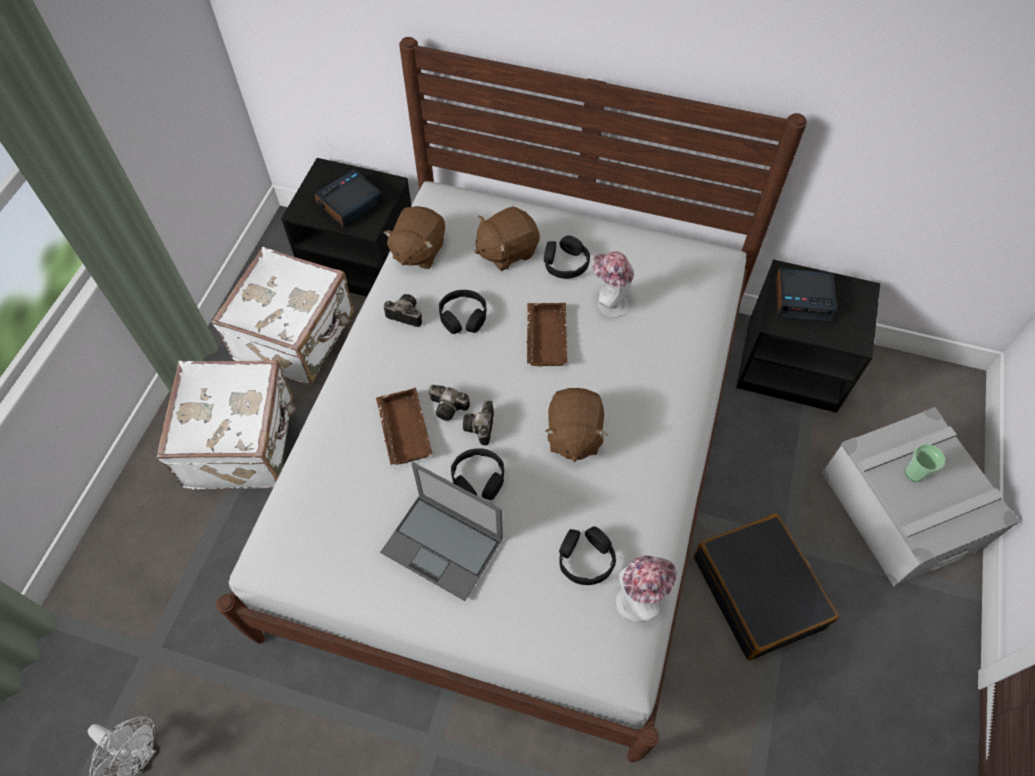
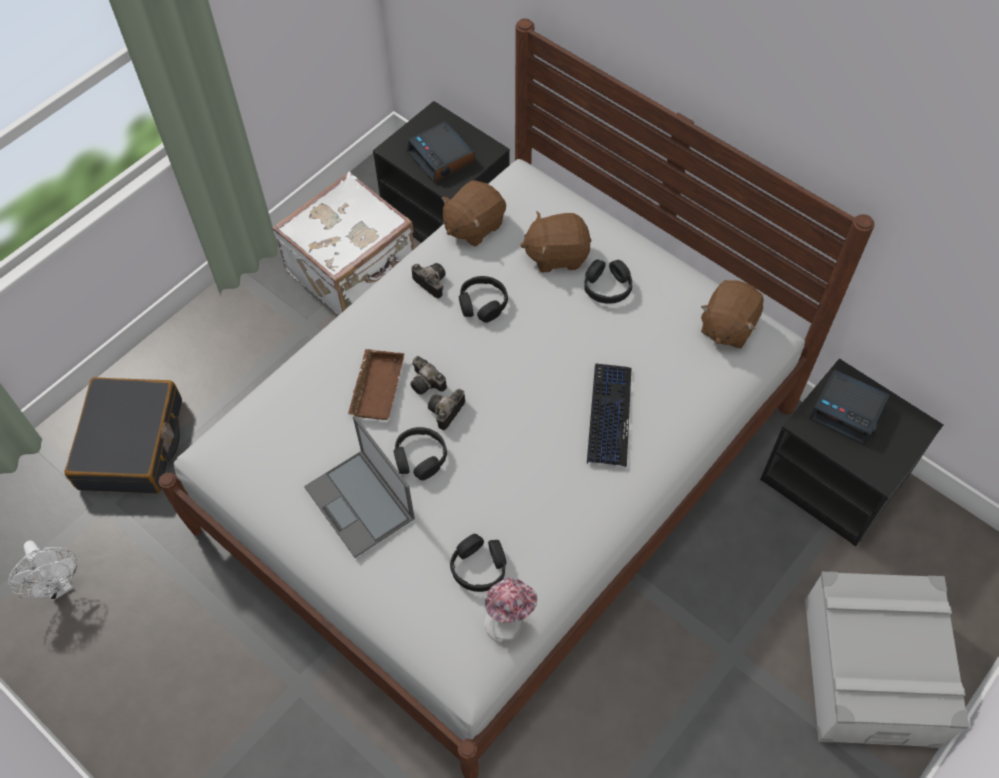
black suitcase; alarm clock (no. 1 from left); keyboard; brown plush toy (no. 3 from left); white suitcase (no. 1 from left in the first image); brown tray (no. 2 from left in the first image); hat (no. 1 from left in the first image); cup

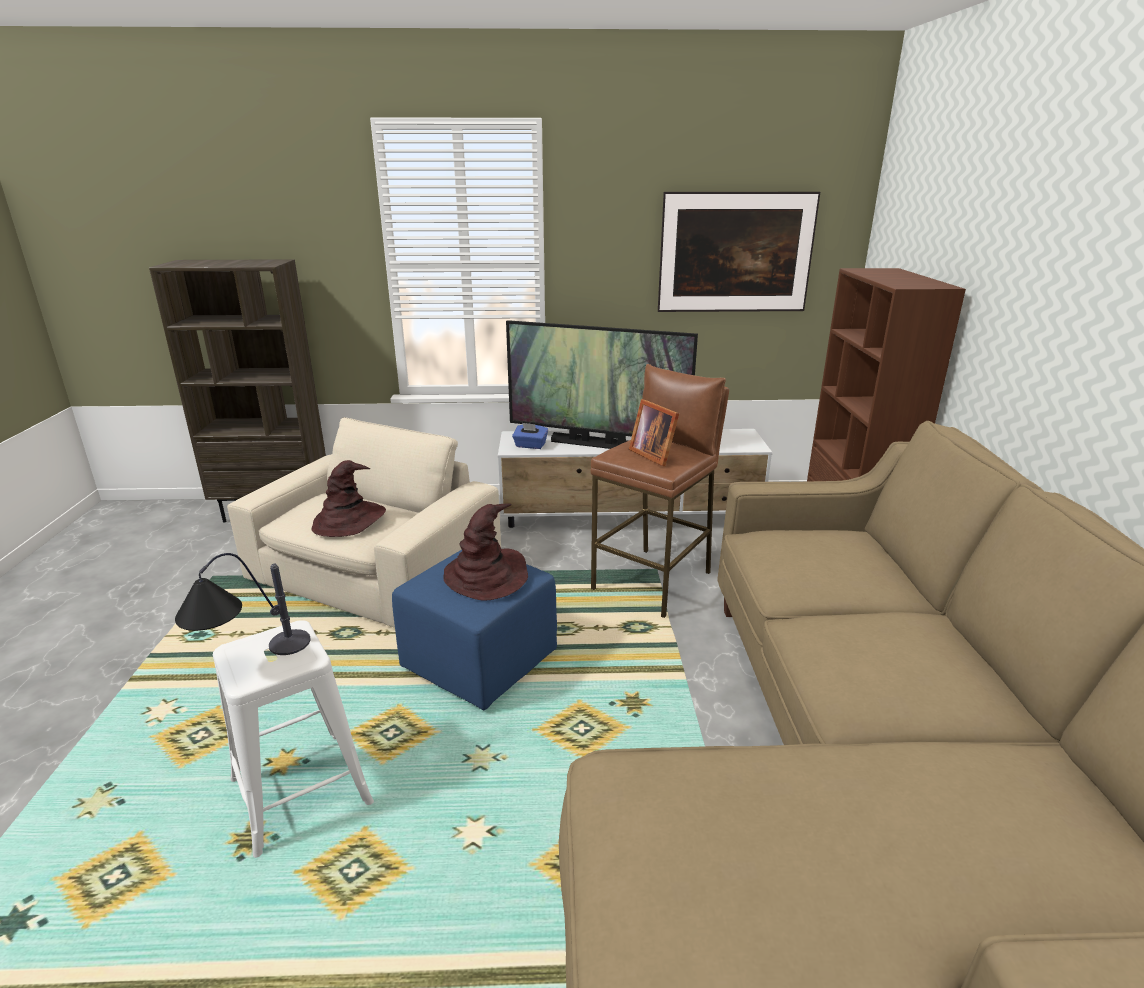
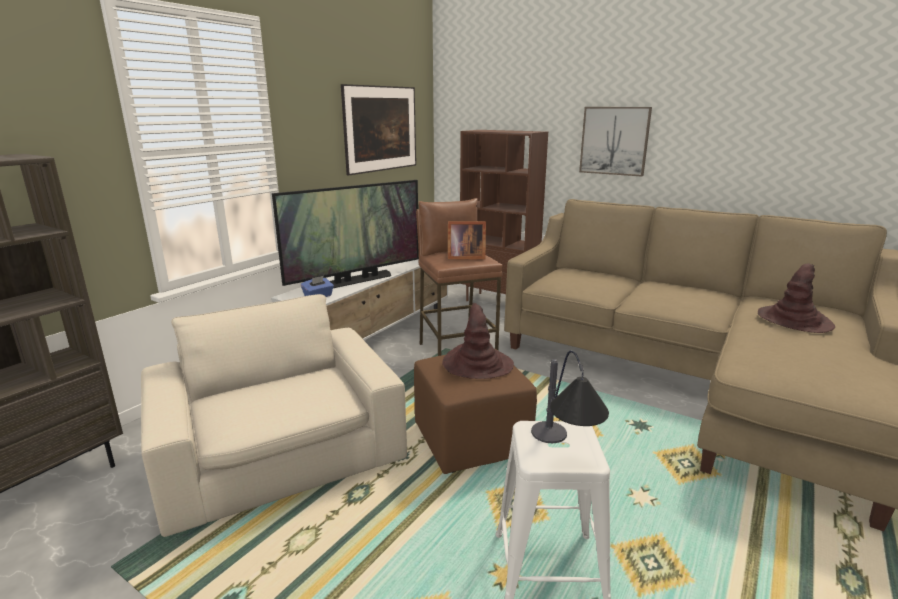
brown ottoman; picture (no. 2 from left); brown hat (no. 2 from left)

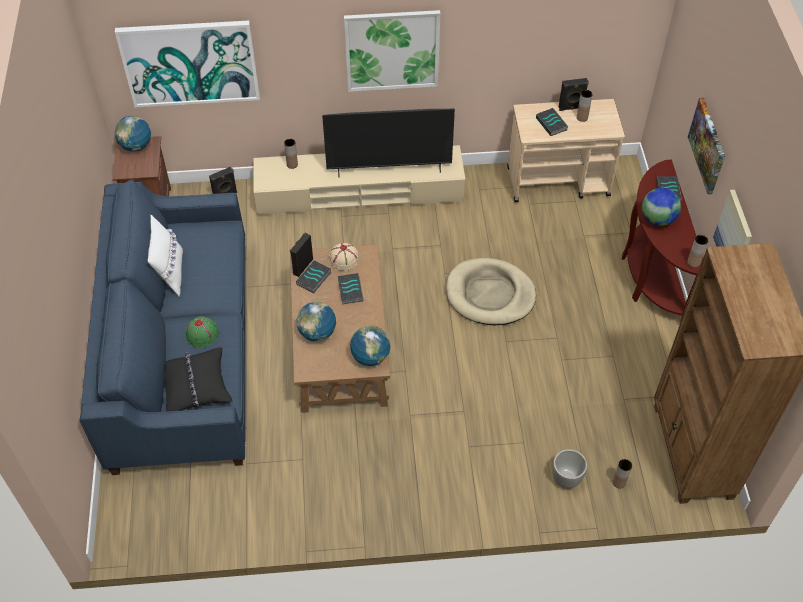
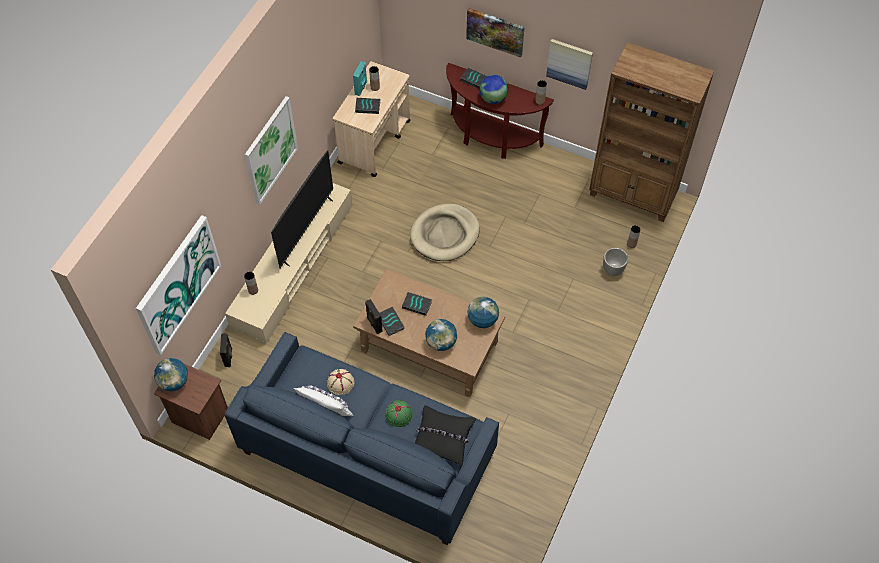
beige hat; turquoise speaker

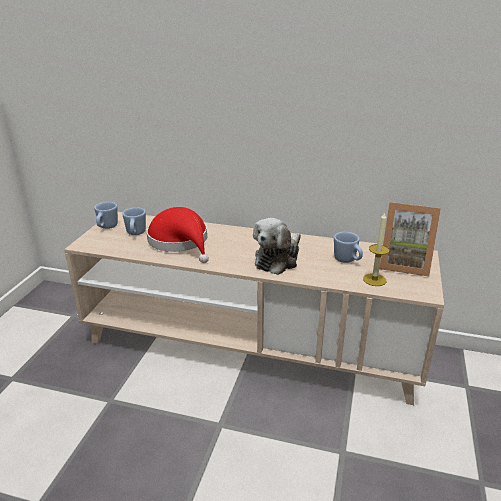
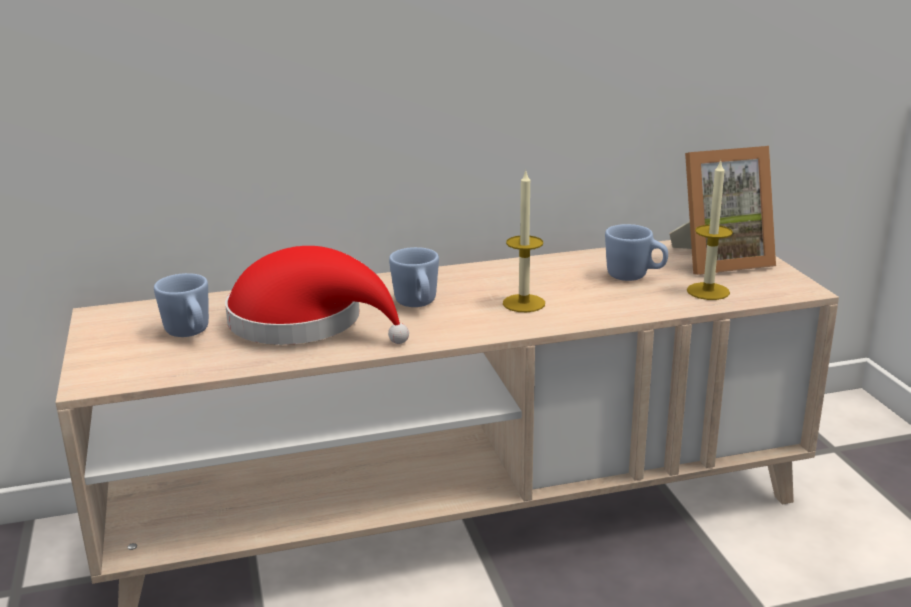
blue mug (no. 2 from left); candle (no. 1 from left)

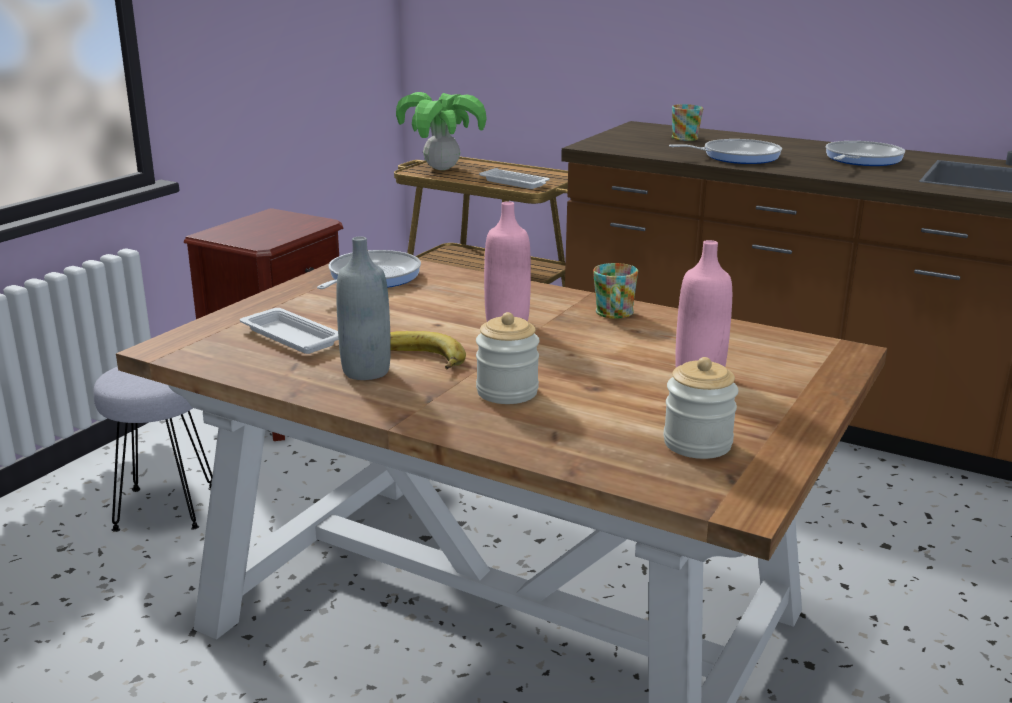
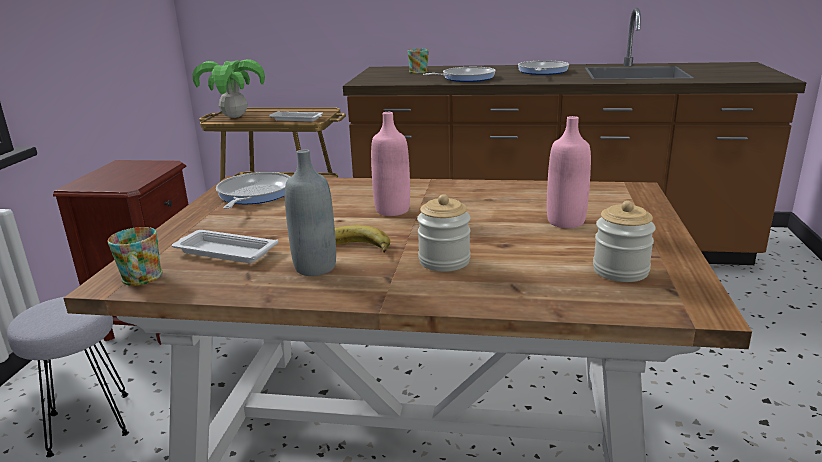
mug (no. 1 from left)

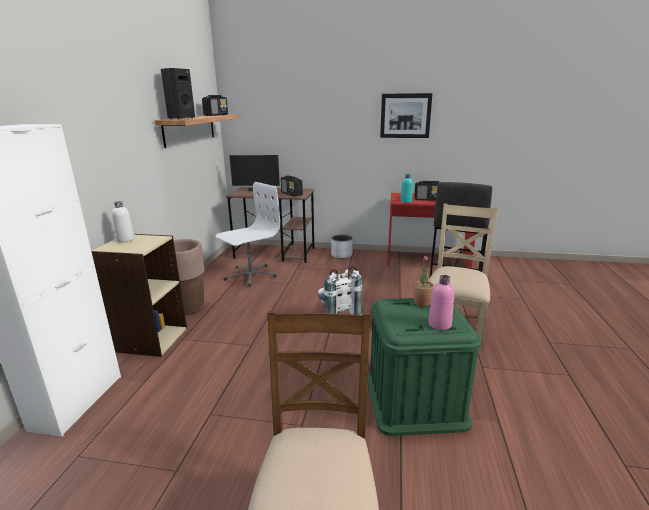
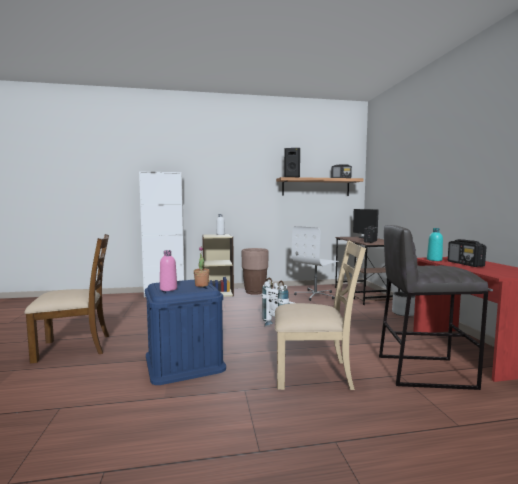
blue storage box; white office chair; picture

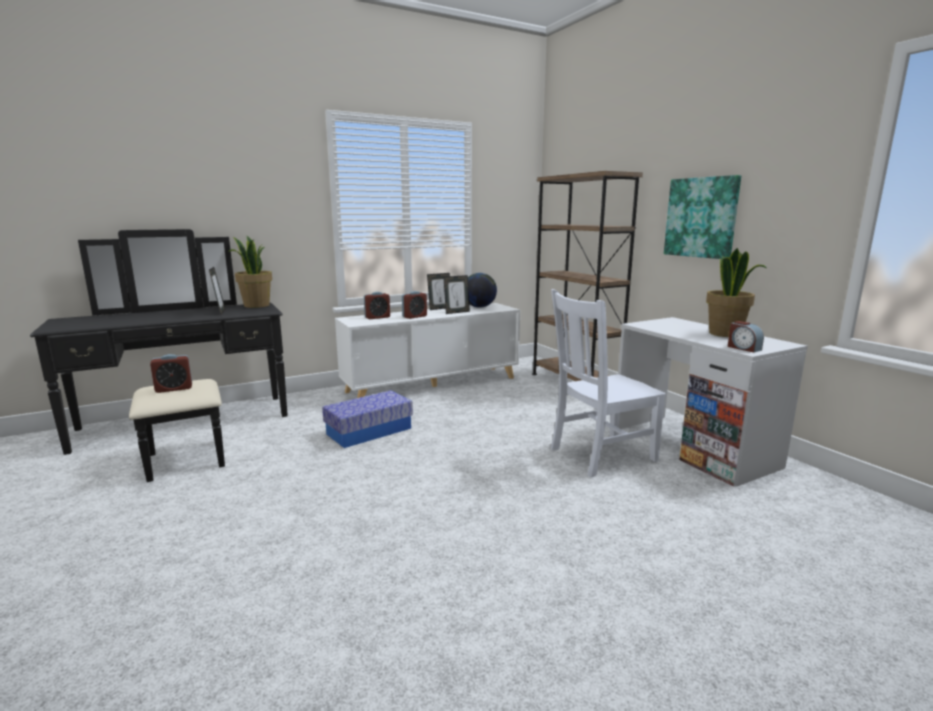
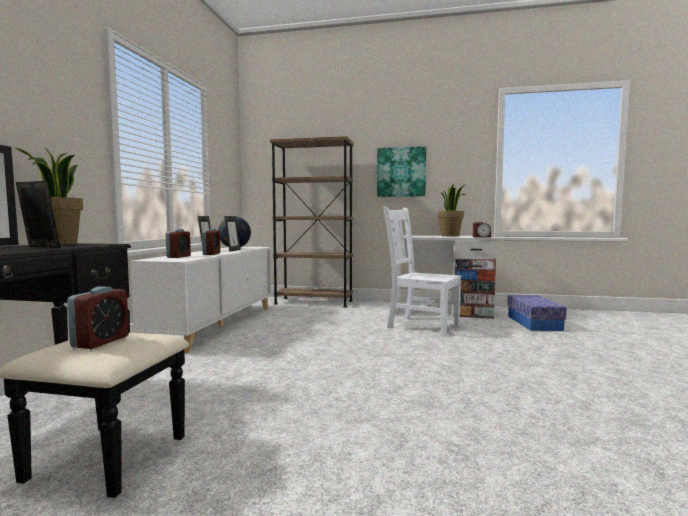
white chair; storage box

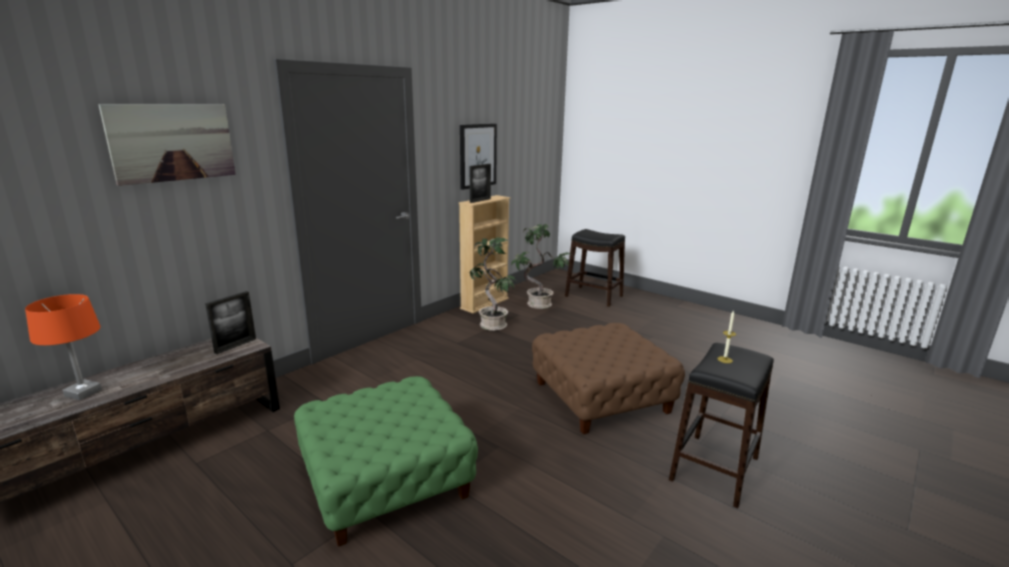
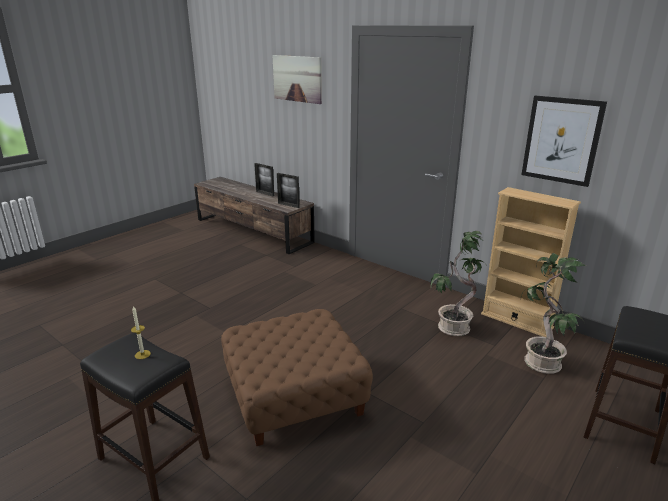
picture frame (no. 1 from left); orange table lamp; green ottoman

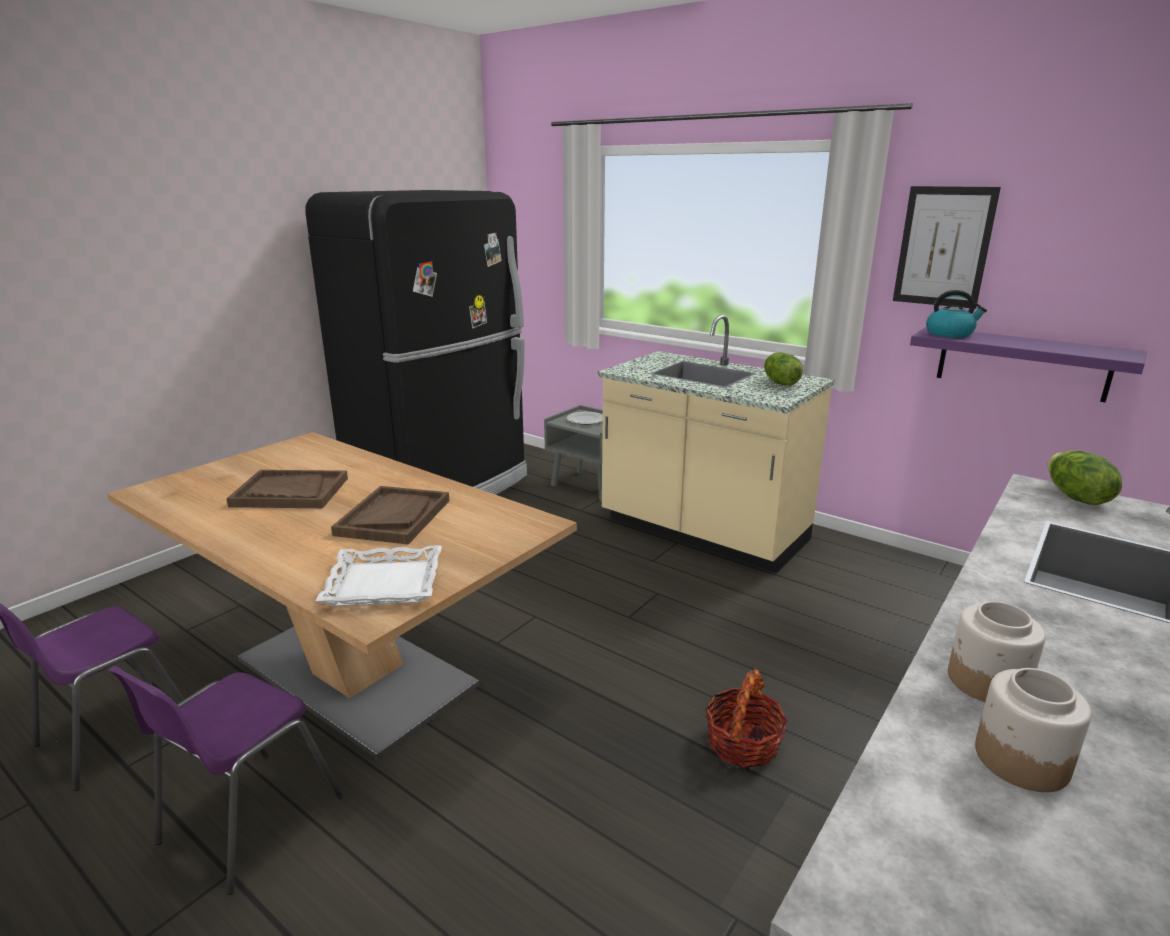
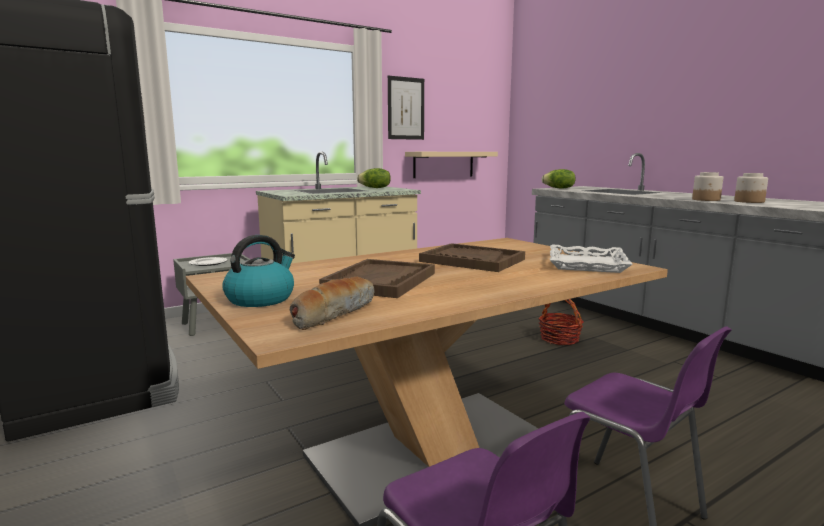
kettle; bread; beige shelf

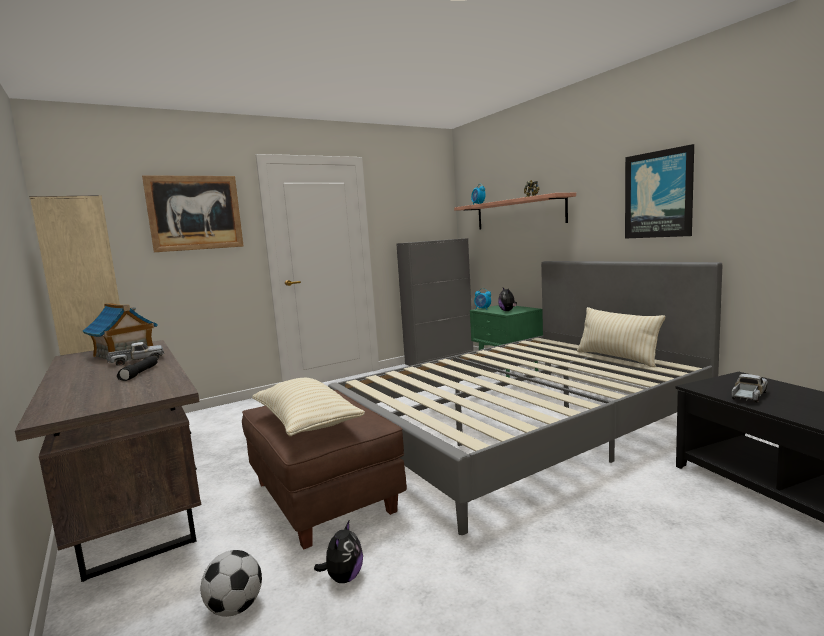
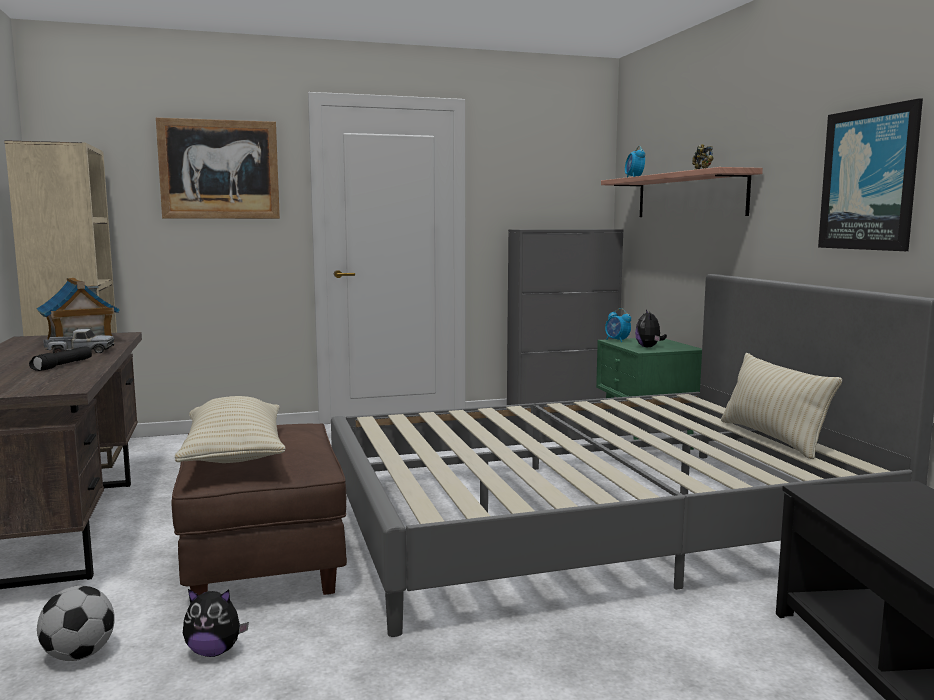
plush toy (no. 1 from left); toy truck (no. 2 from left in the first image)

